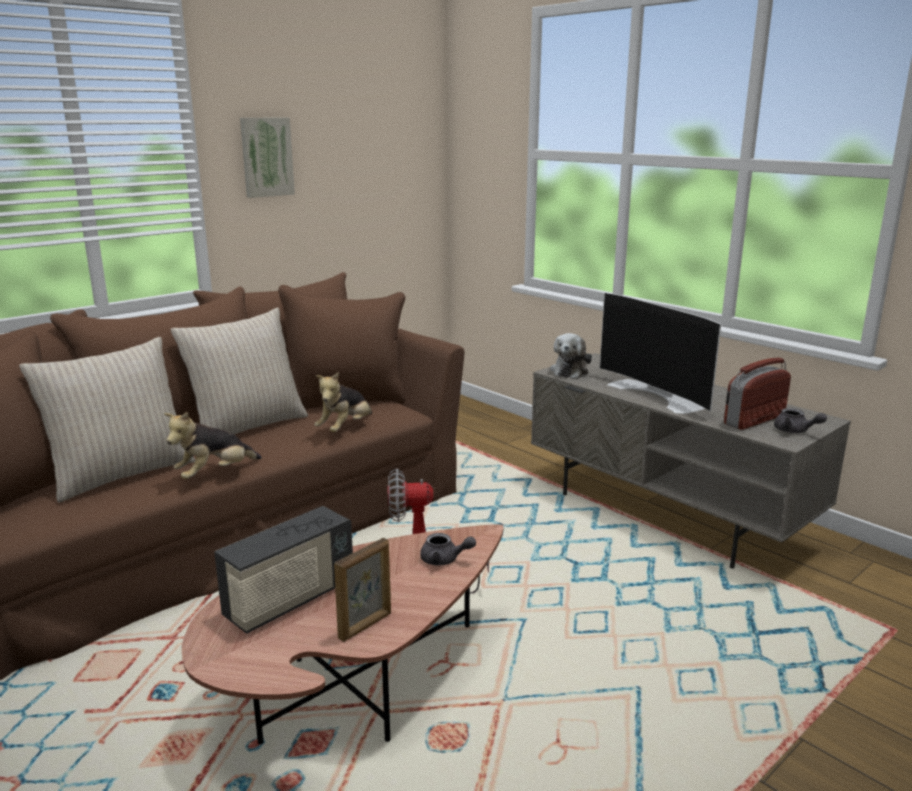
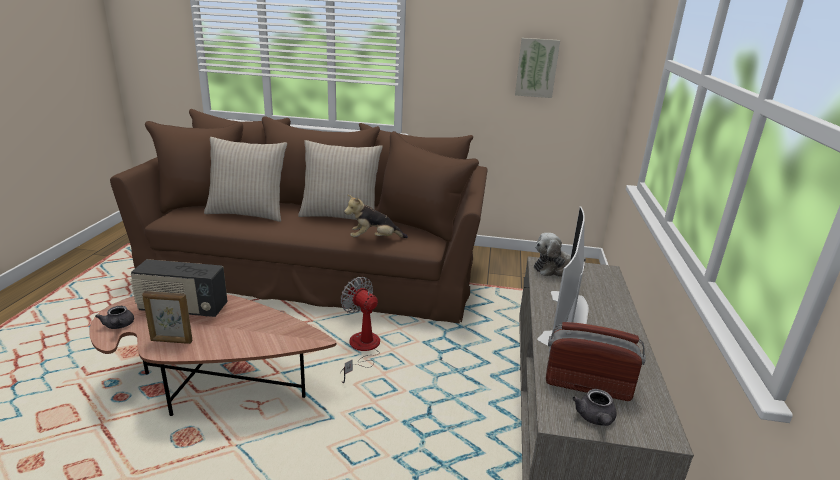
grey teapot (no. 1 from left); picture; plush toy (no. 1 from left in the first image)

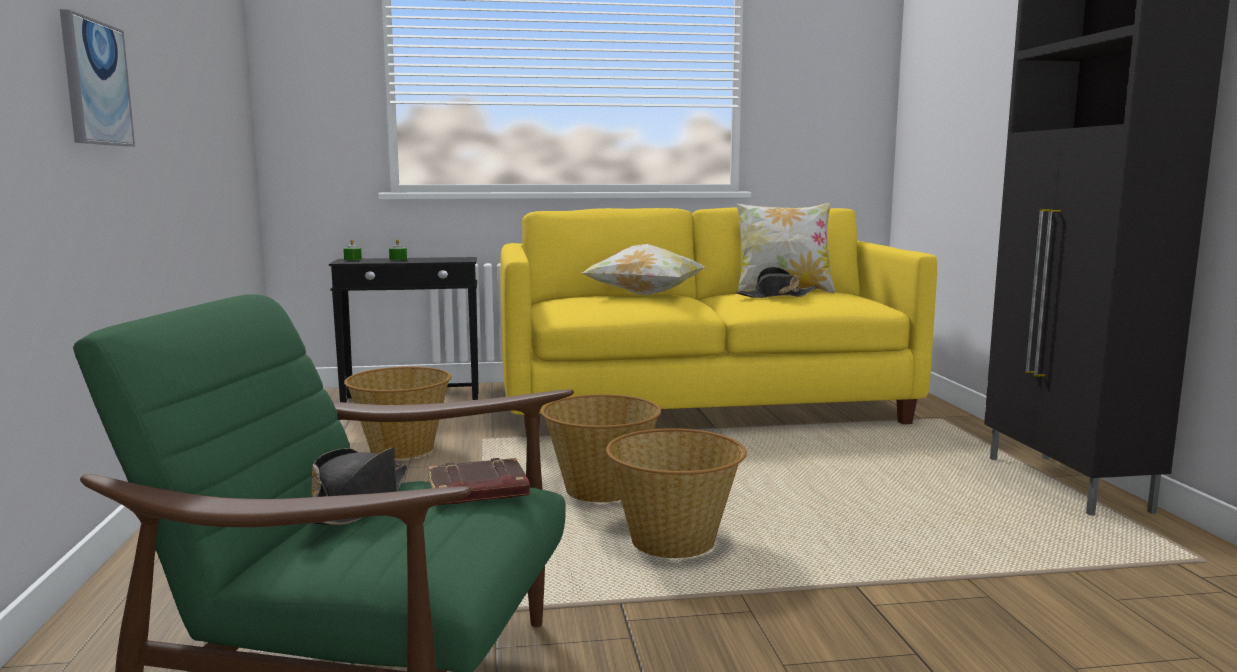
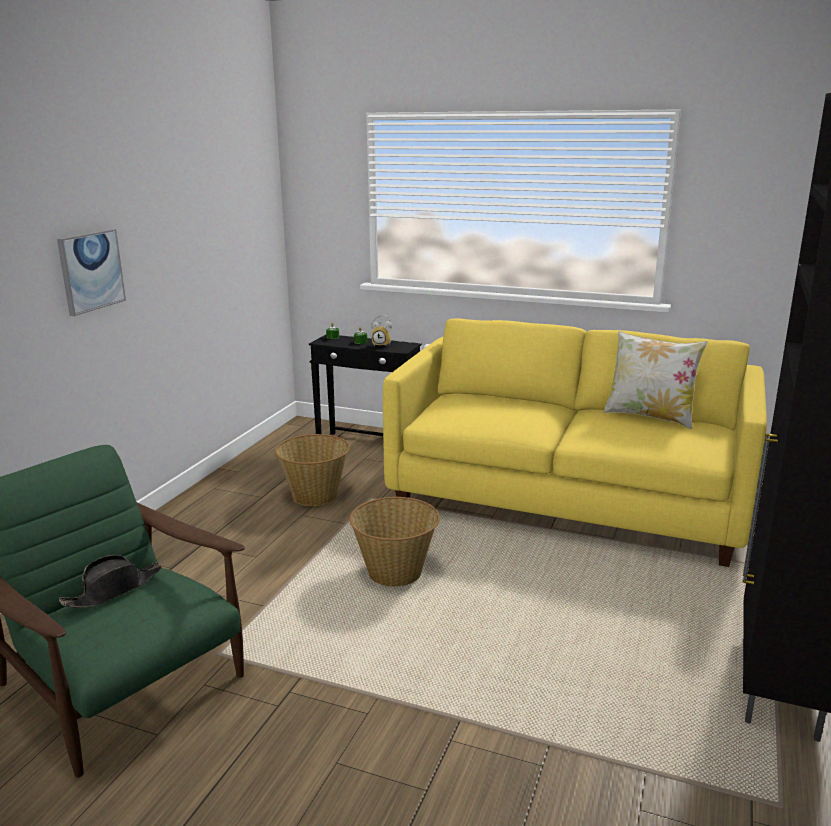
alarm clock; brown book; pillow (no. 1 from left in the first image); basket (no. 3 from left in the first image); black hat (no. 2 from left in the first image)

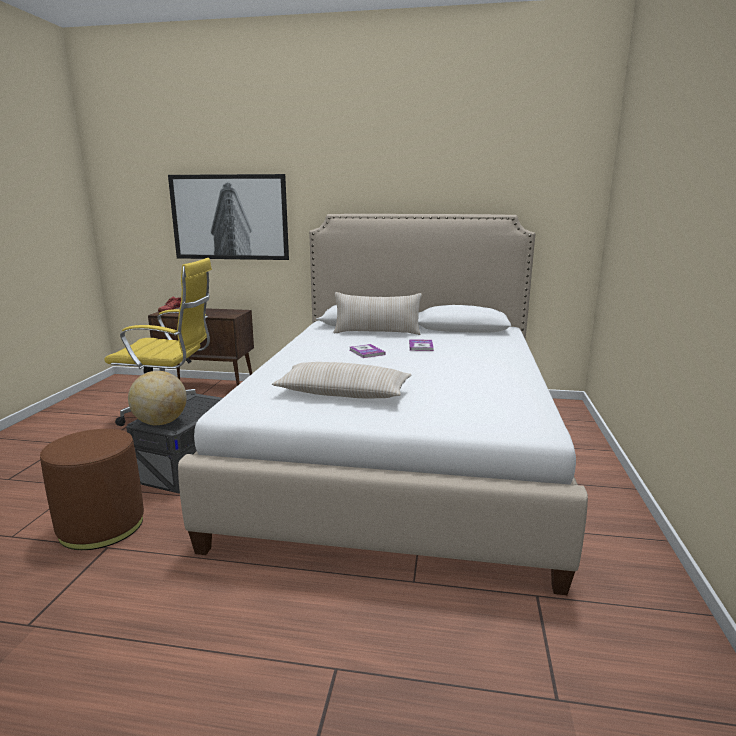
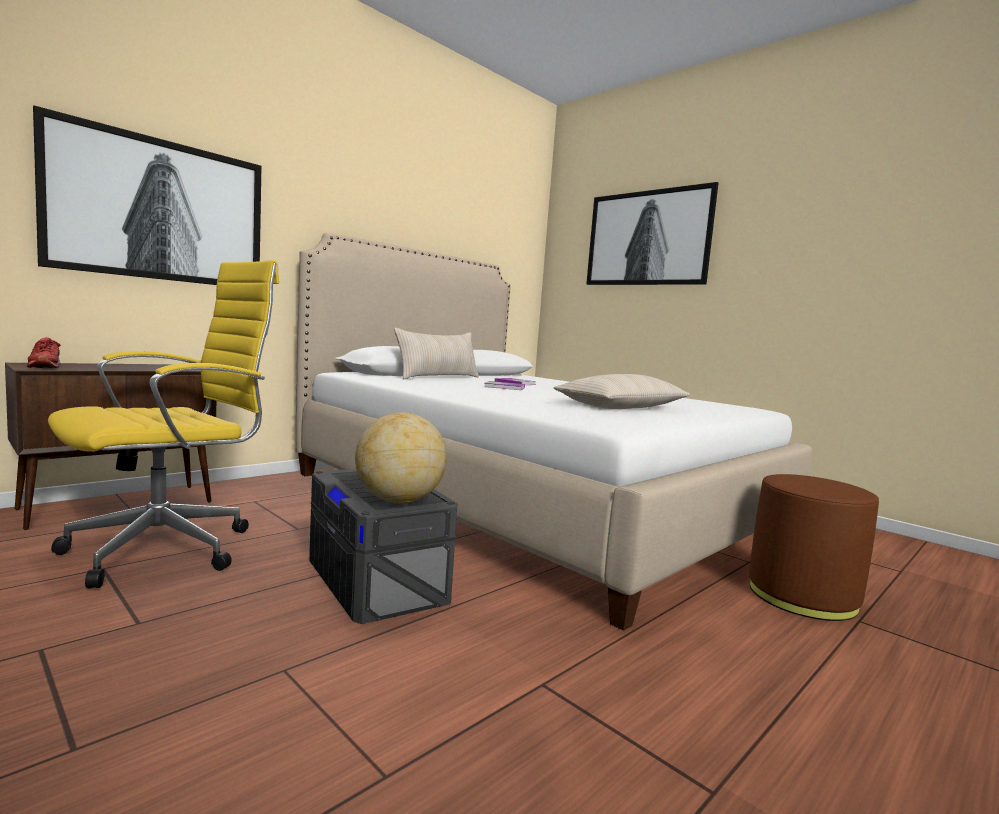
picture (no. 2 from left); brown ottoman

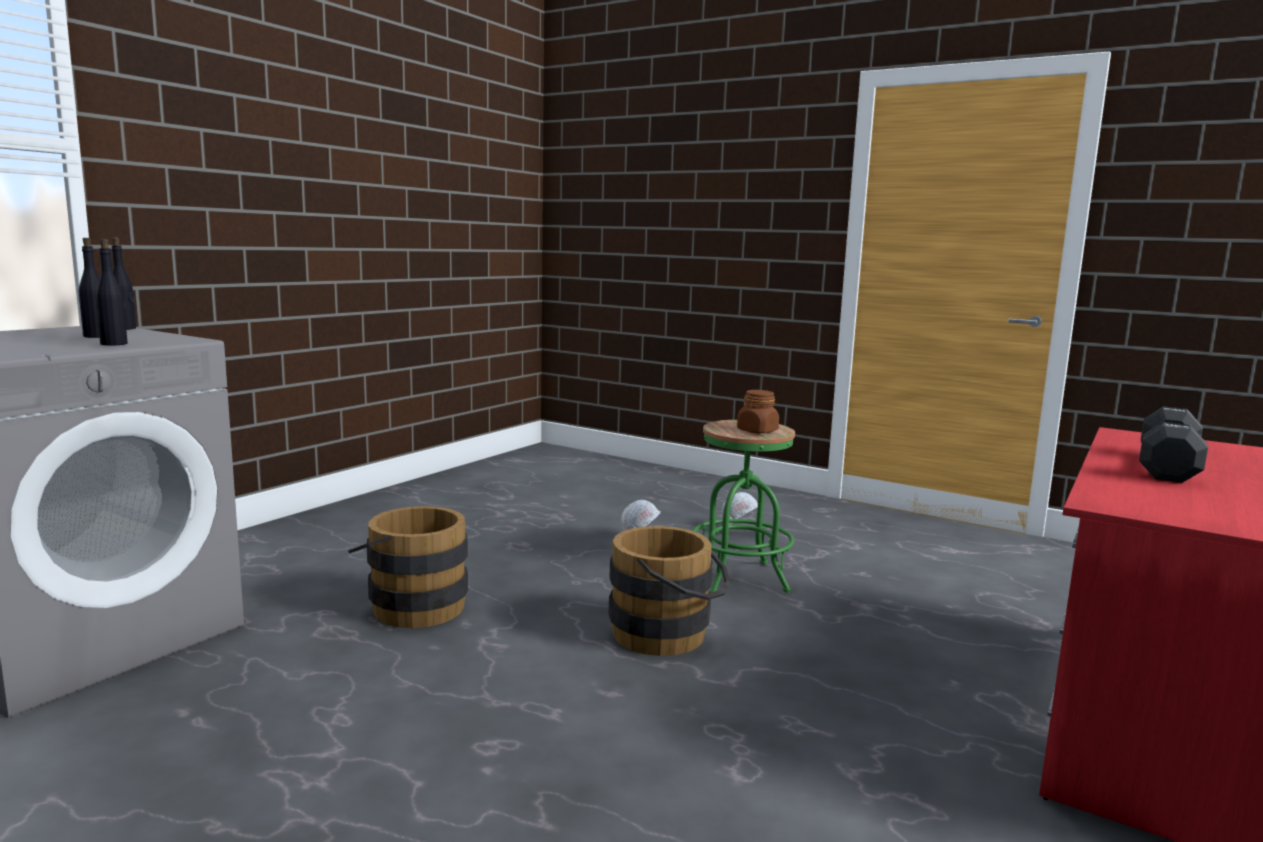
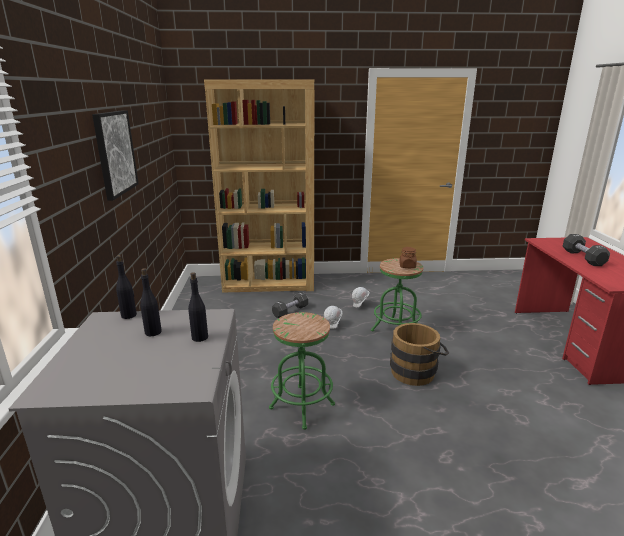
picture; brown bookcase; green stool (no. 1 from left); black dumbbell (no. 1 from left)

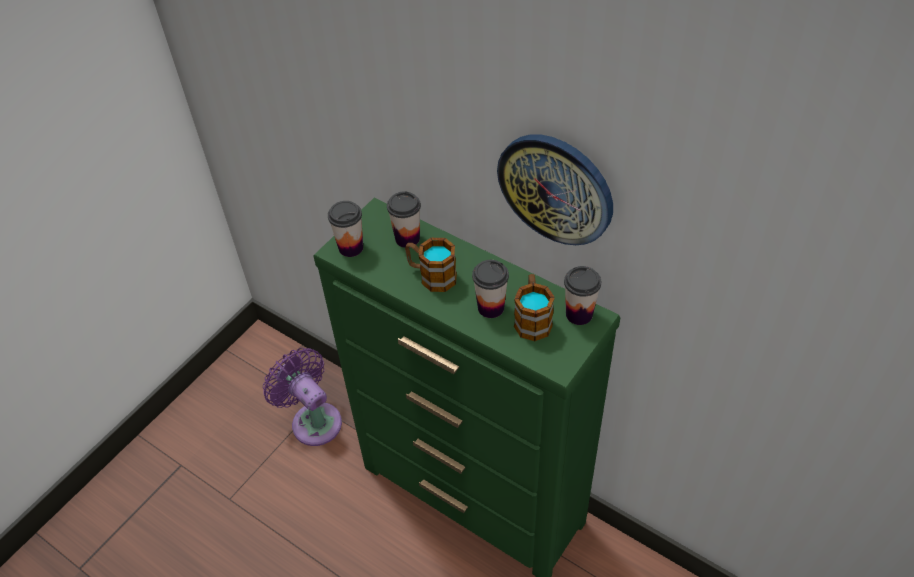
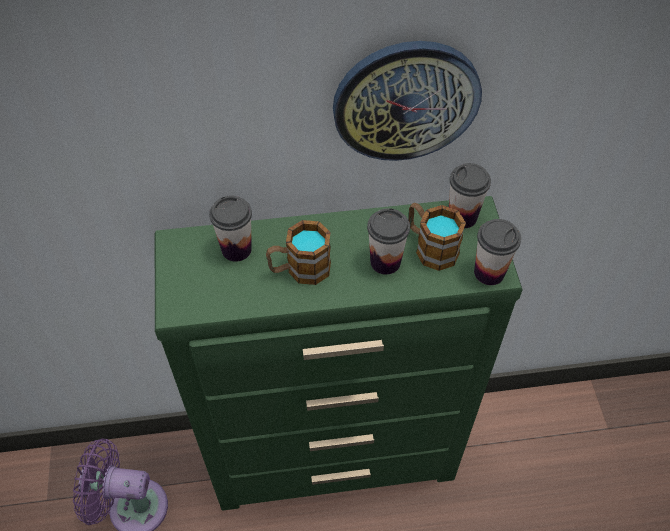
cup (no. 4 from left)

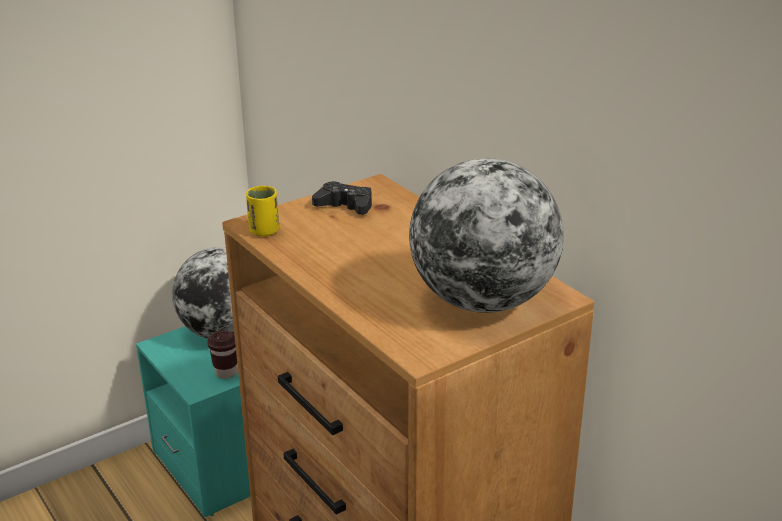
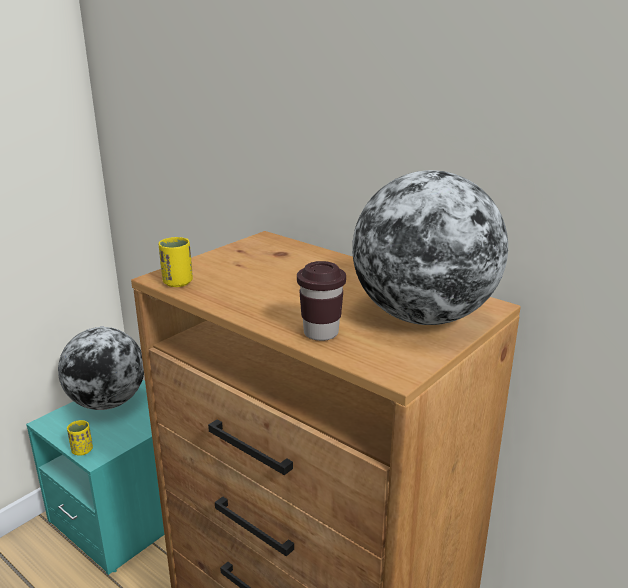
yellow cup (no. 1 from left); brown cup; black game controller

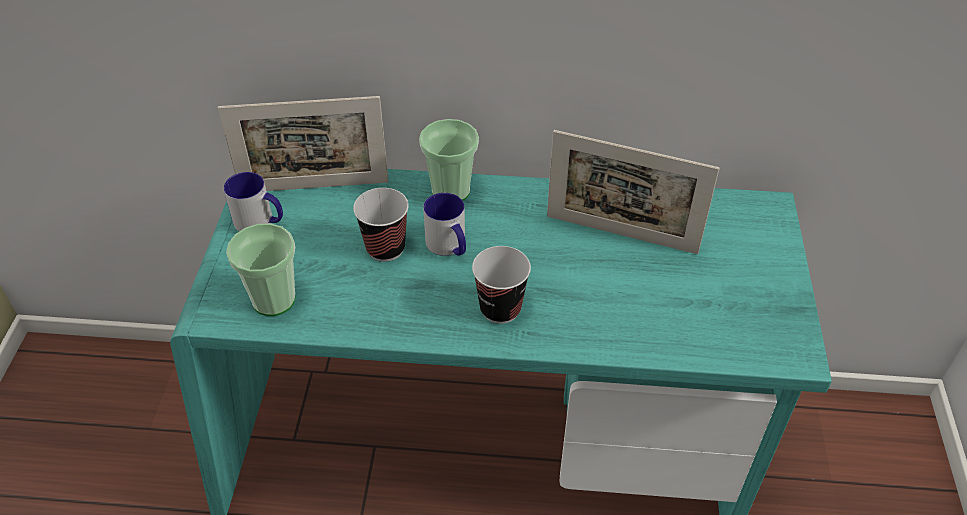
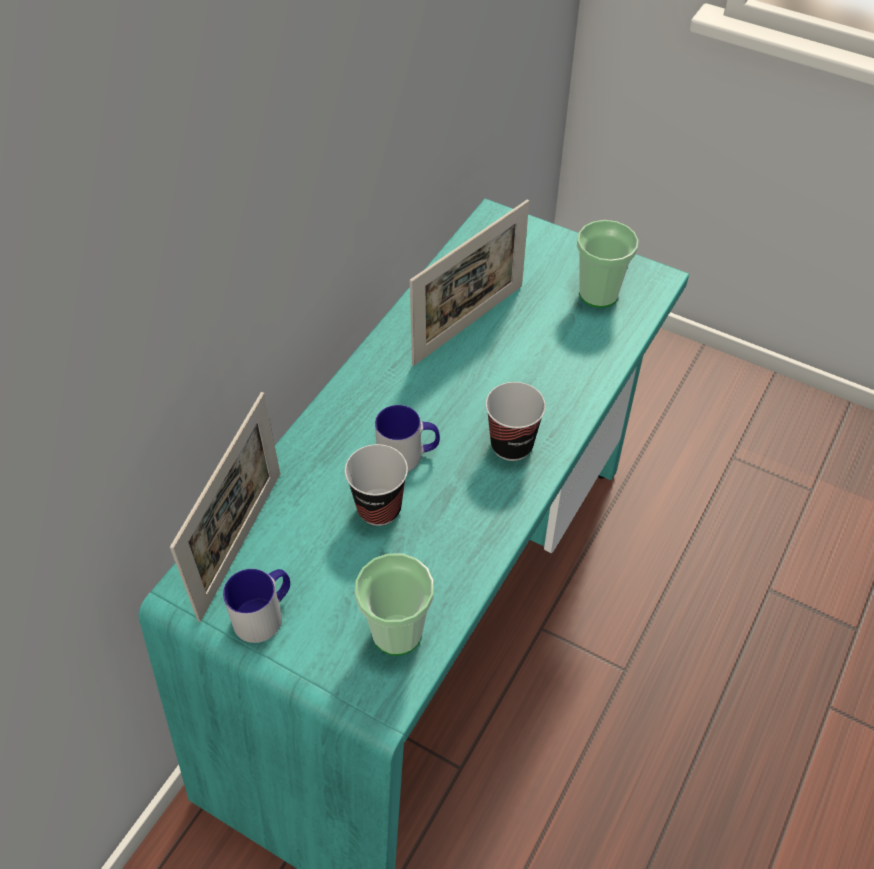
cup (no. 4 from left)

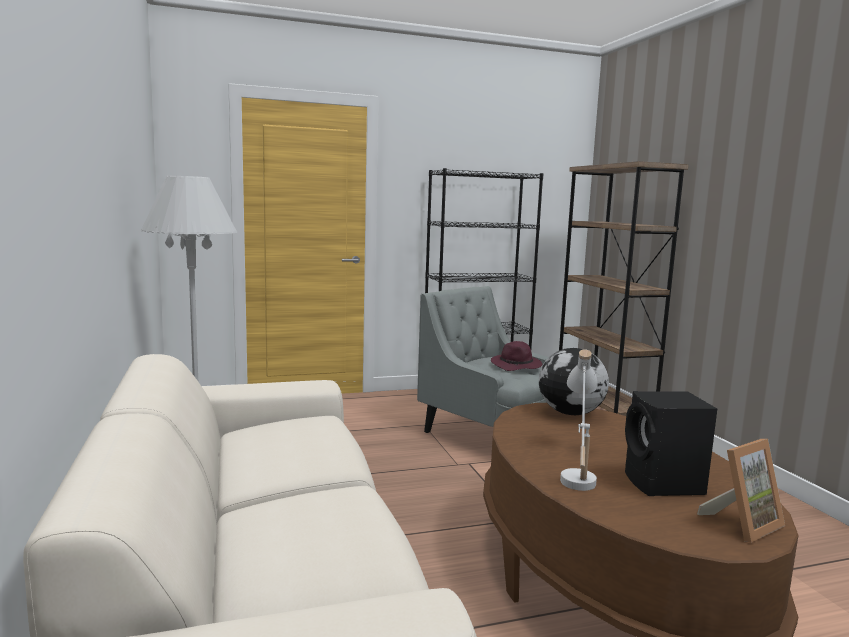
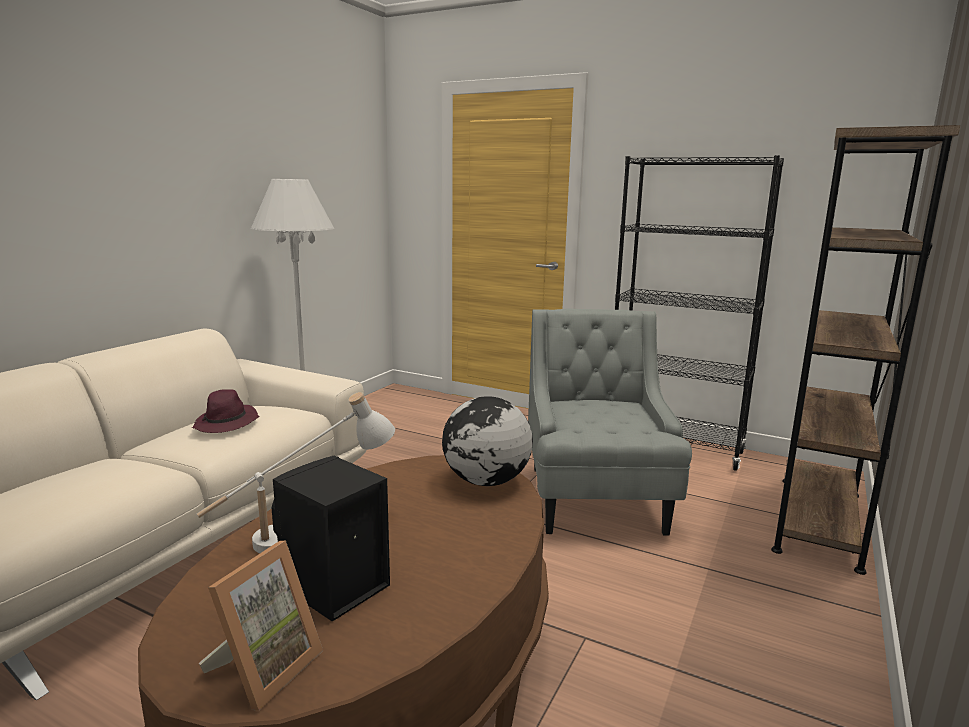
purple hat; picture frame

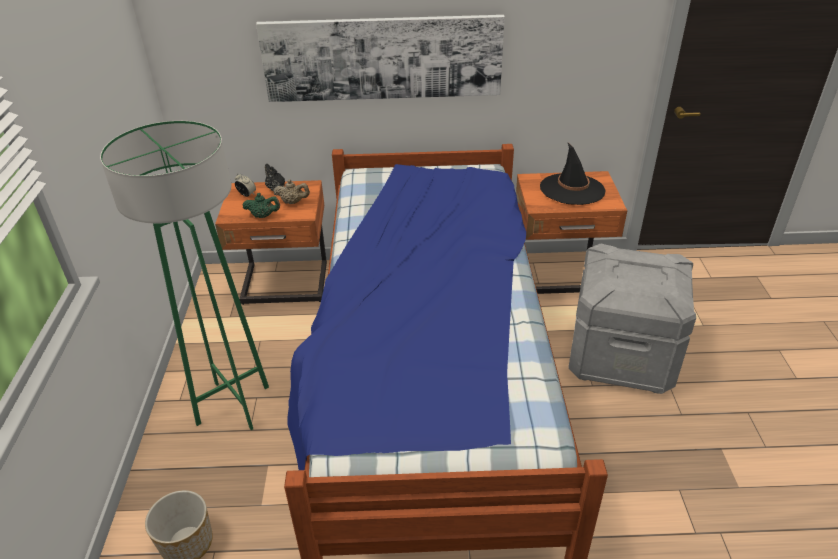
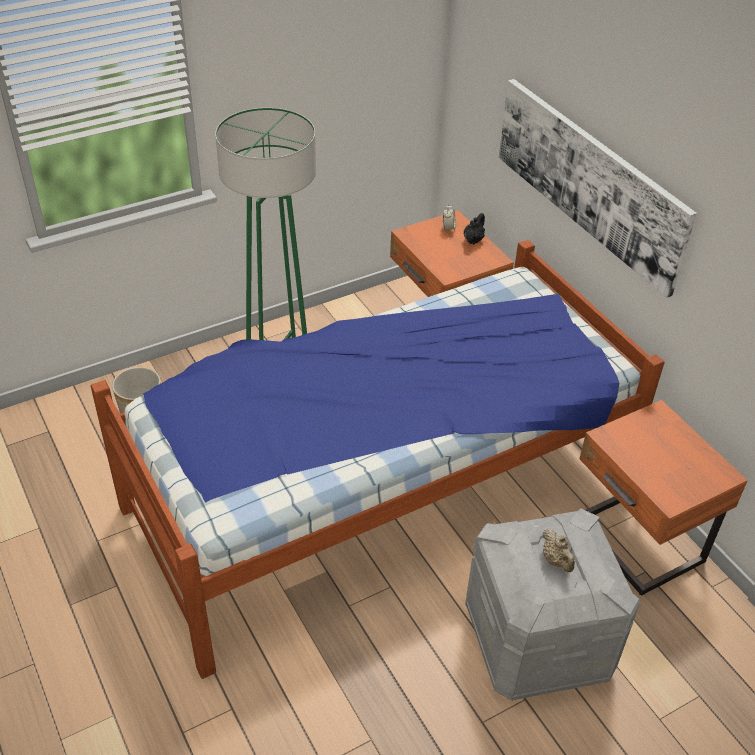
beige teapot; green teapot; black hat

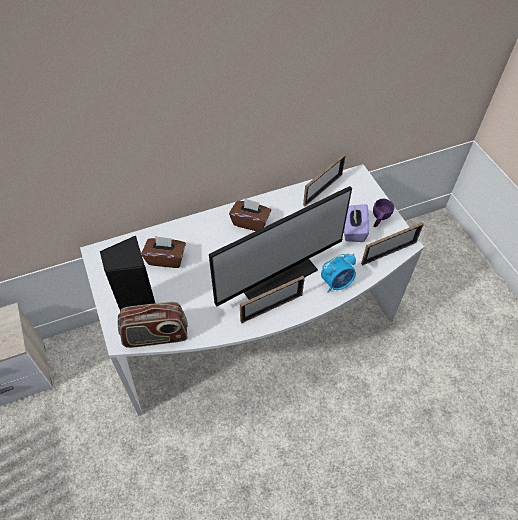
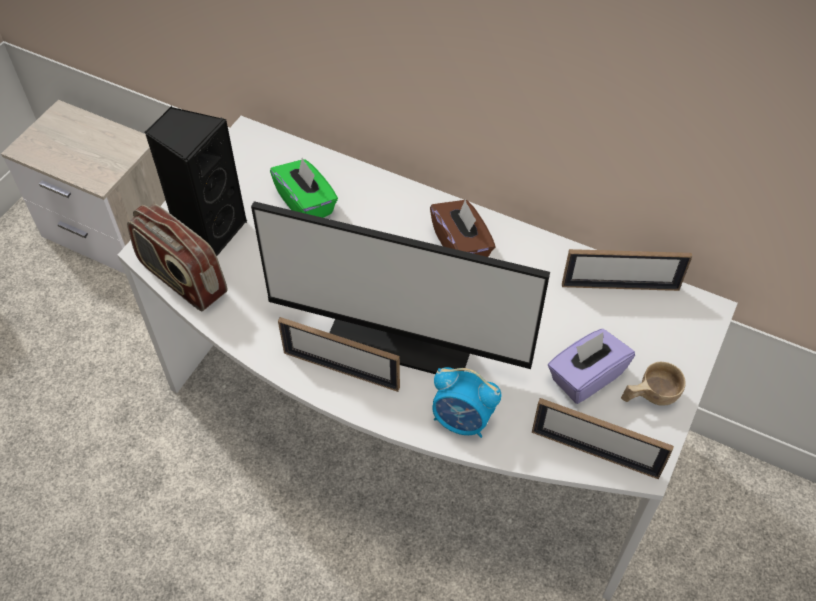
green tissue box; beige cup

